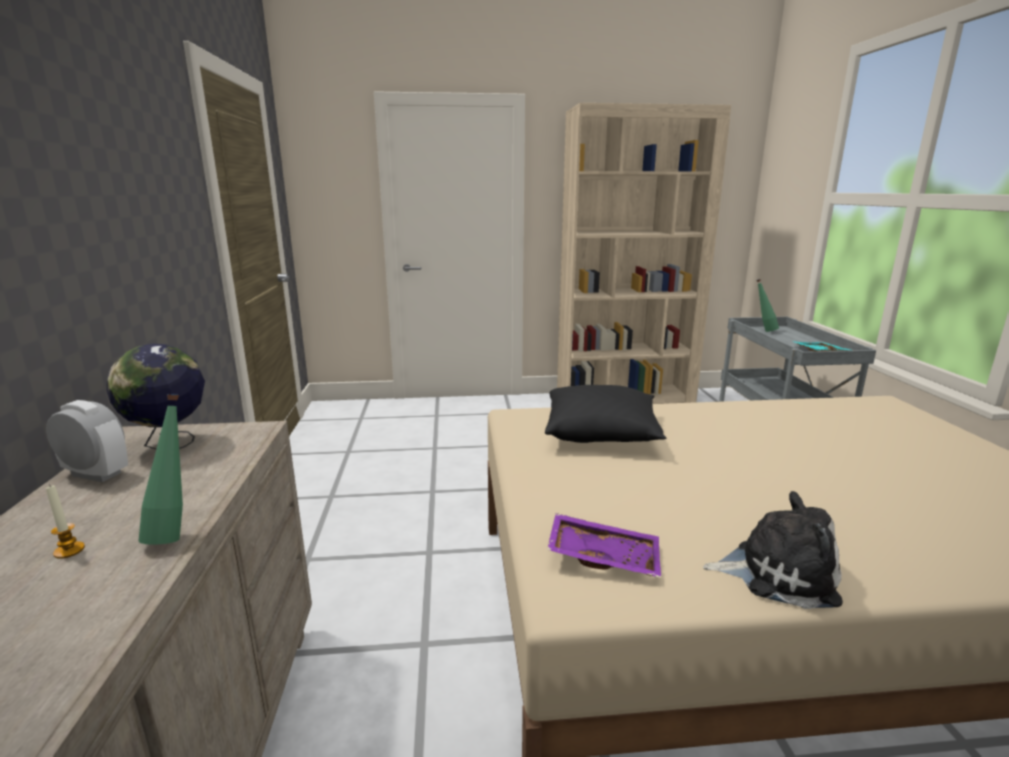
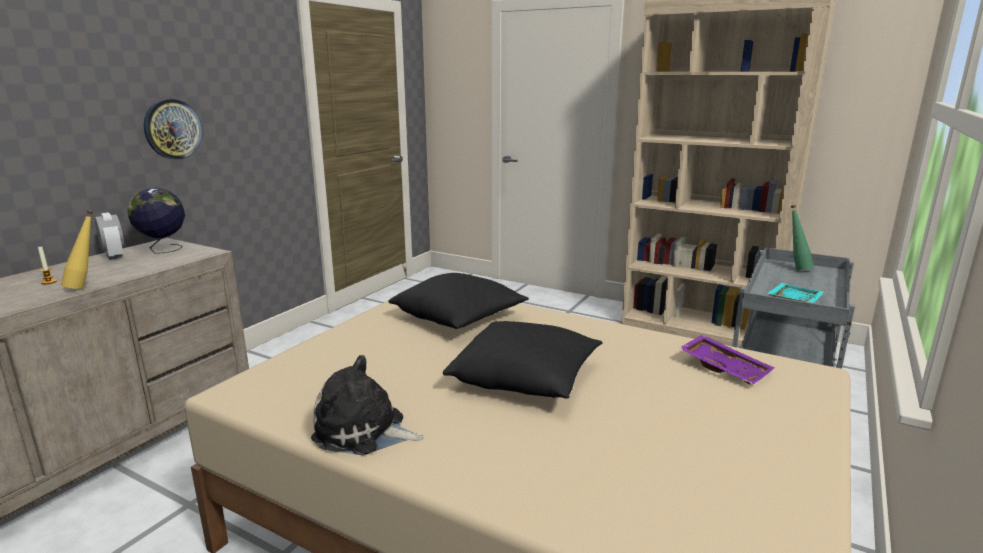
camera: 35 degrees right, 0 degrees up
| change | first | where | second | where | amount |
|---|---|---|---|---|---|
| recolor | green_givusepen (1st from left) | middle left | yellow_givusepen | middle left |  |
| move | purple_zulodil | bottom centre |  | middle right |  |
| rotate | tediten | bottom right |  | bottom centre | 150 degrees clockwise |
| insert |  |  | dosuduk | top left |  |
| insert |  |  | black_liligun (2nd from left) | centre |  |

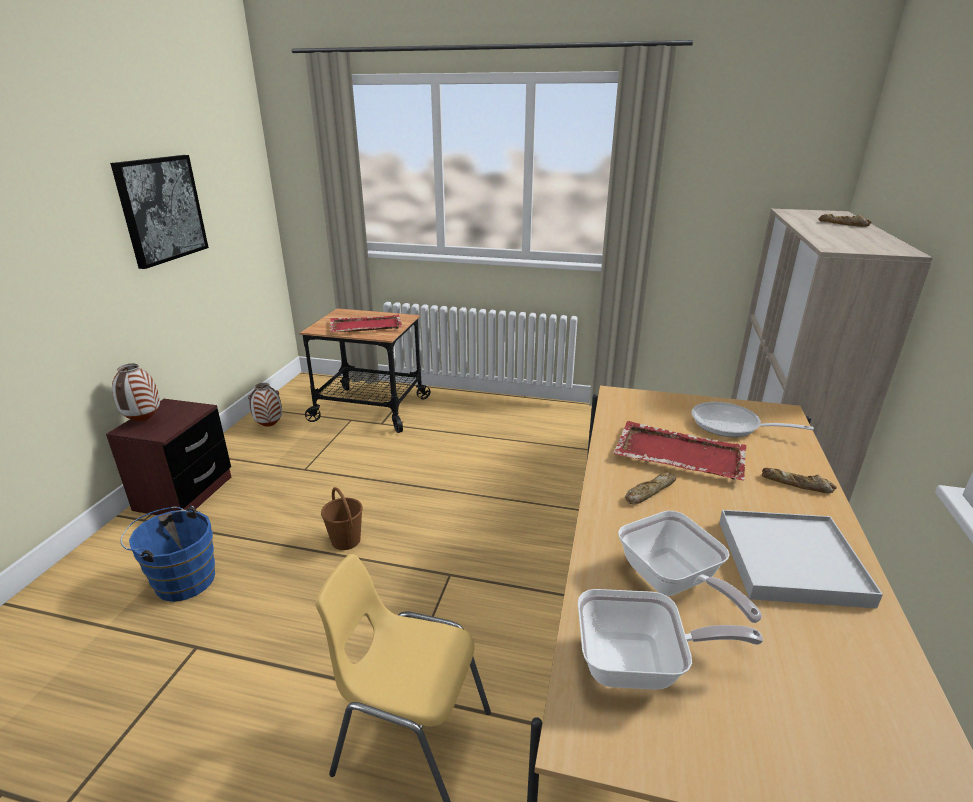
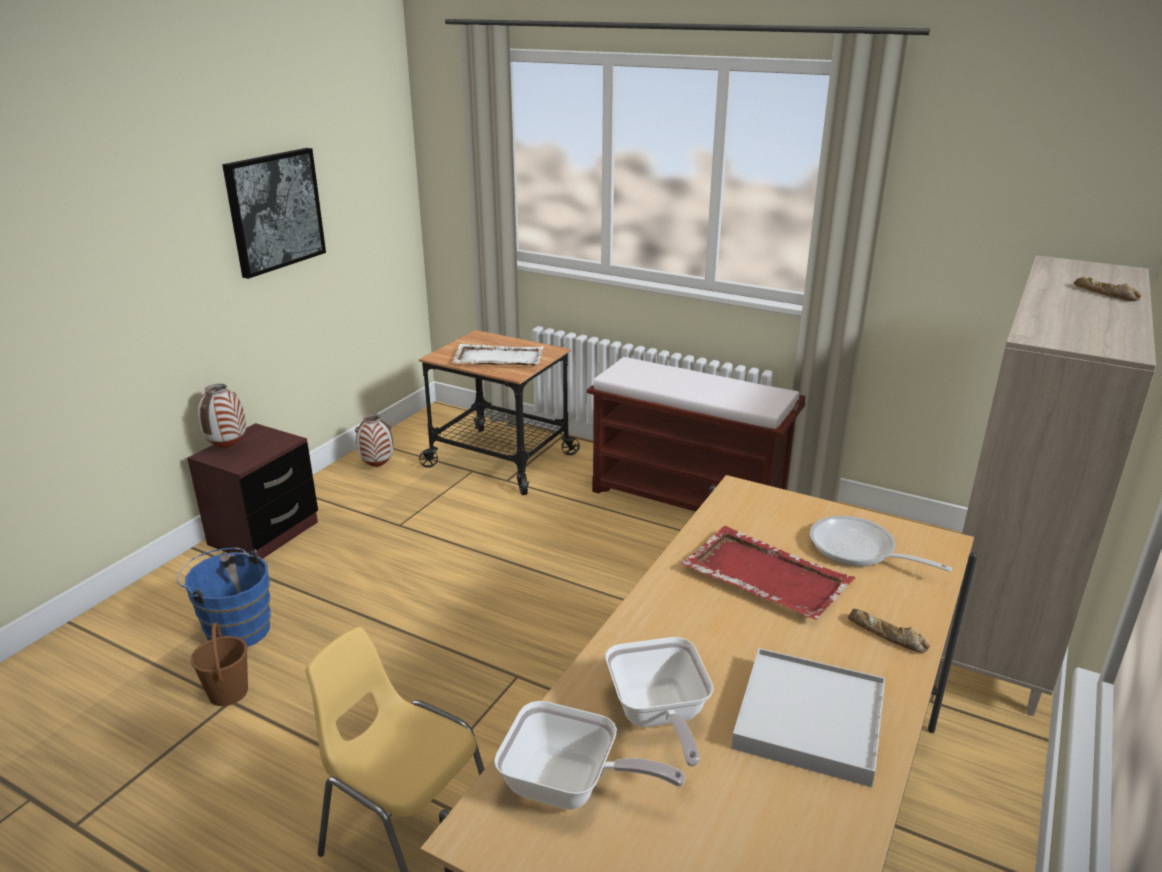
camera: 15 degrees right, 0 degrees up
| change | first | where | second | where | amount |
|---|---|---|---|---|---|
| move | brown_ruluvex | centre |  | bottom left |  |
| recolor | red_zulodil (1st from left) | centre | white_zulodil (1st from left) | centre |  |
| delete | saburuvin (1st from left) | middle right |  |  |  |
| insert |  |  | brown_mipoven | centre |  |

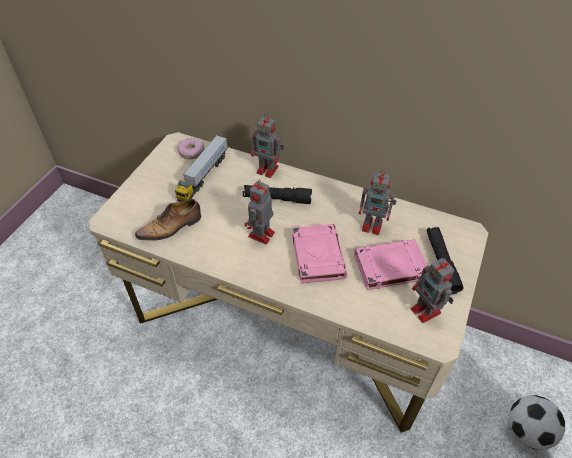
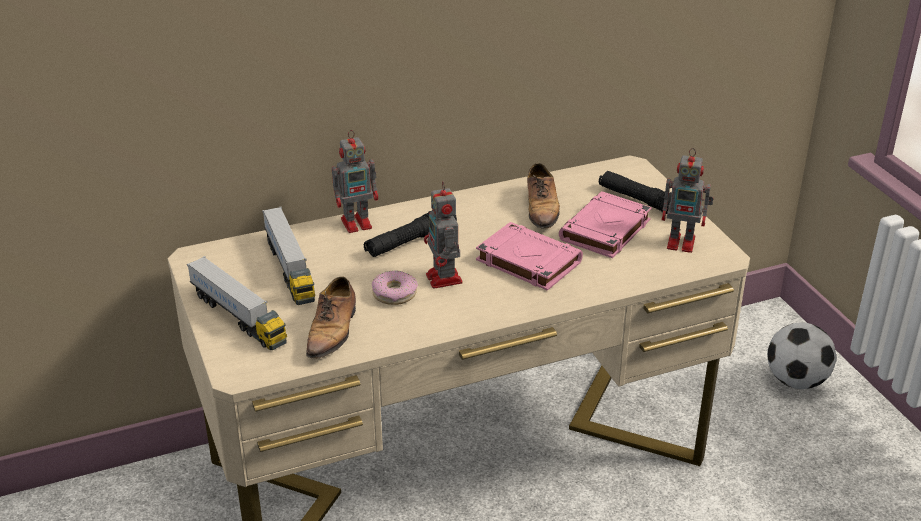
camera: 45 degrees left, 15 degrees down
| change | first | where | second | where | amount |
|---|---|---|---|---|---|
| move | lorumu | top left |  | centre |  |
| replace | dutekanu (3rd from left) | centre | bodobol (2nd from left) | centre |  |
| insert |  |  | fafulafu (1st from left) | middle left |  |

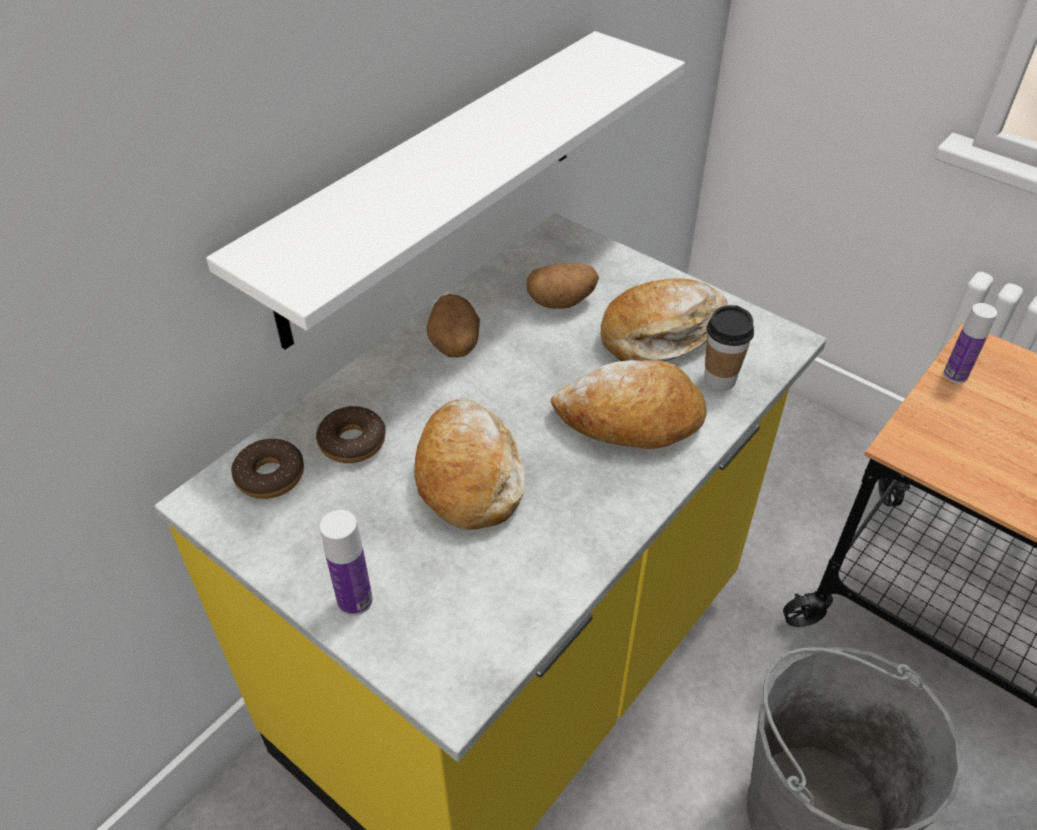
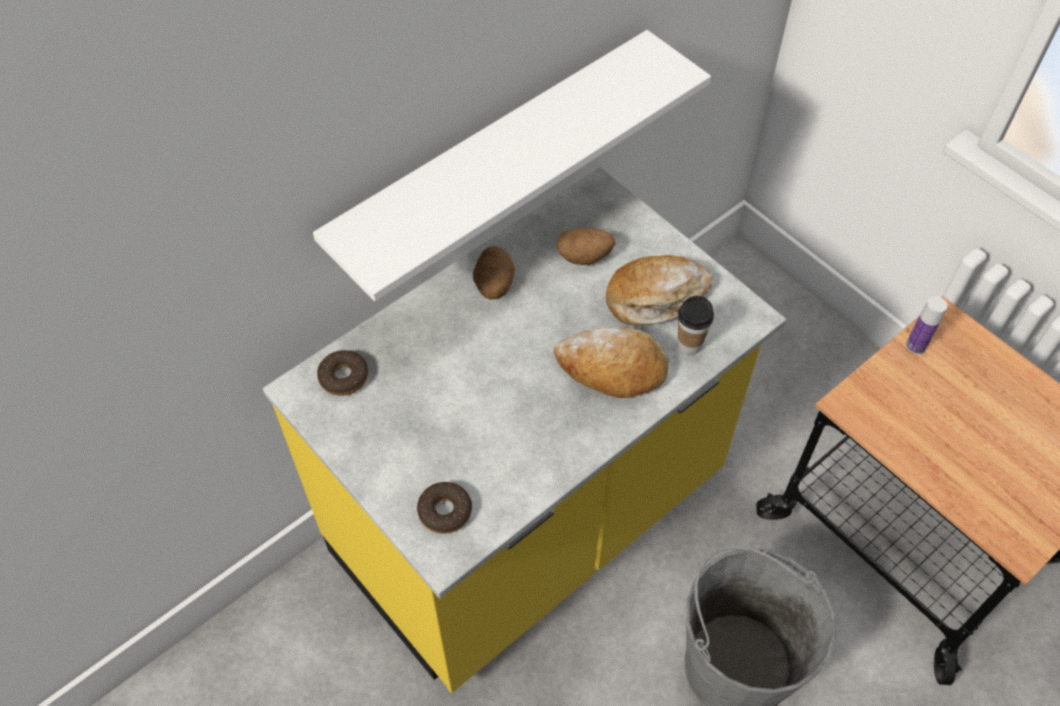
camera: 10 degrees right, 10 degrees up
| change | first | where | second | where | amount |
|---|---|---|---|---|---|
| move | lorumu (2nd from left) | centre |  | bottom centre |  |
| delete | givusepen (1st from left) | bottom centre |  |  |  |
| delete | saburuvin (1st from left) | centre |  |  |  |

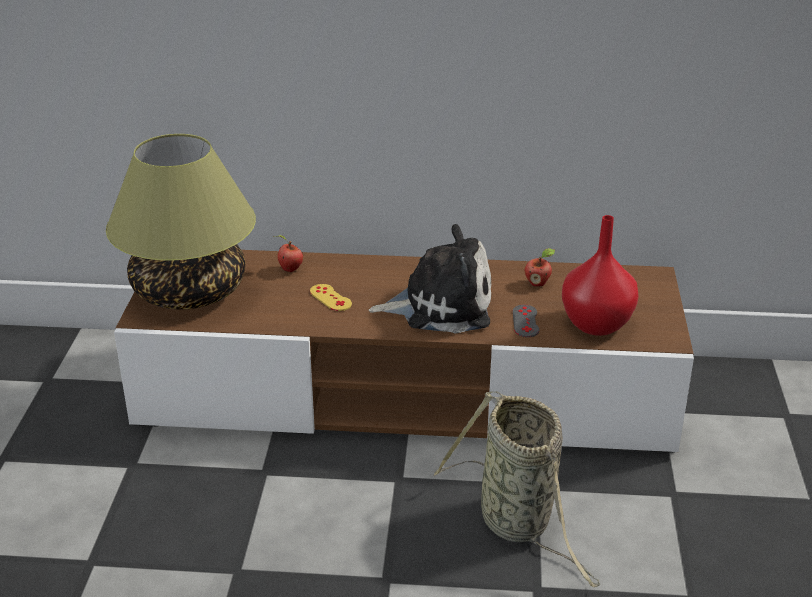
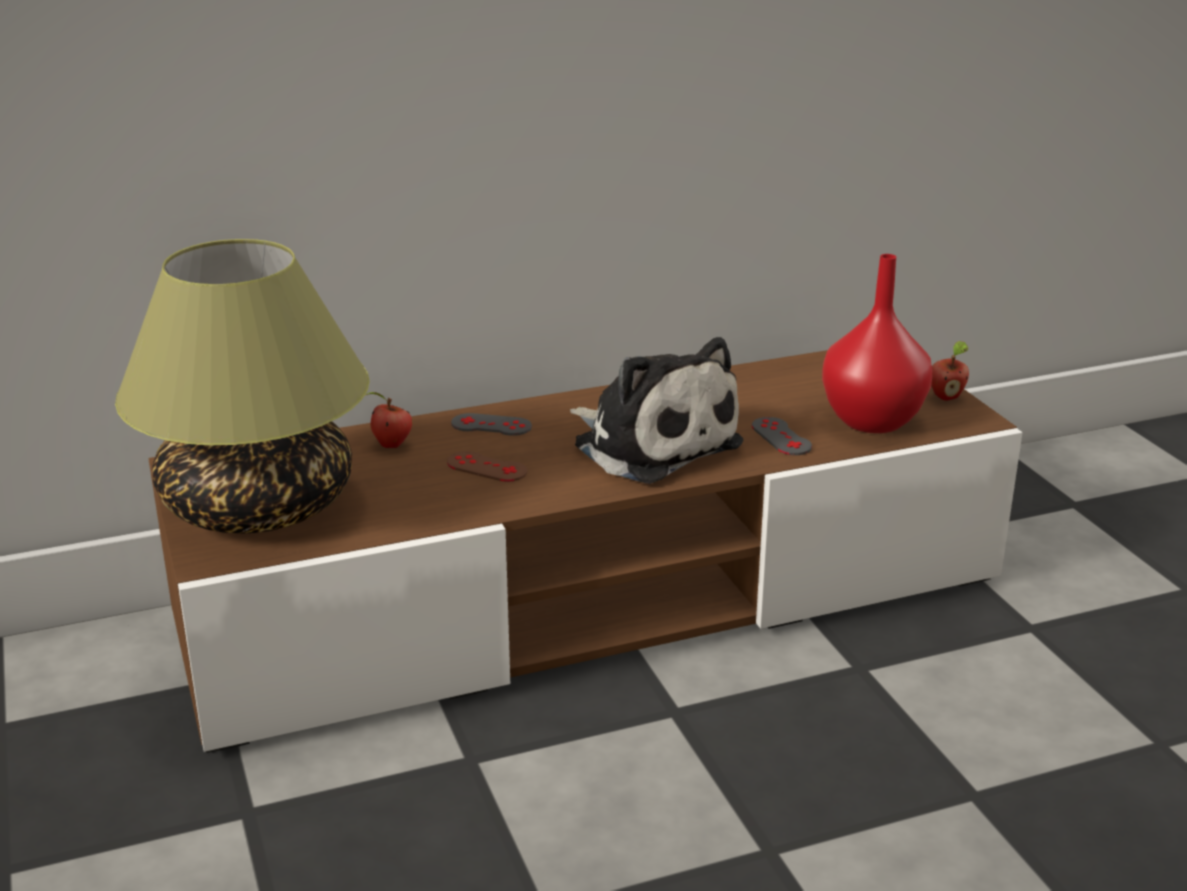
camera: 25 degrees left, 5 degrees down
| change | first | where | second | where | amount |
|---|---|---|---|---|---|
| recolor | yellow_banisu | centre | brown_banisu | centre |  |
| rotate | tediten | centre |  | centre | 75 degrees clockwise |
| delete | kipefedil | bottom centre |  |  |  |
| move | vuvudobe (2nd from left) | centre |  | middle right |  |
| insert |  |  | grey_banisu (1st from left) | centre |  |

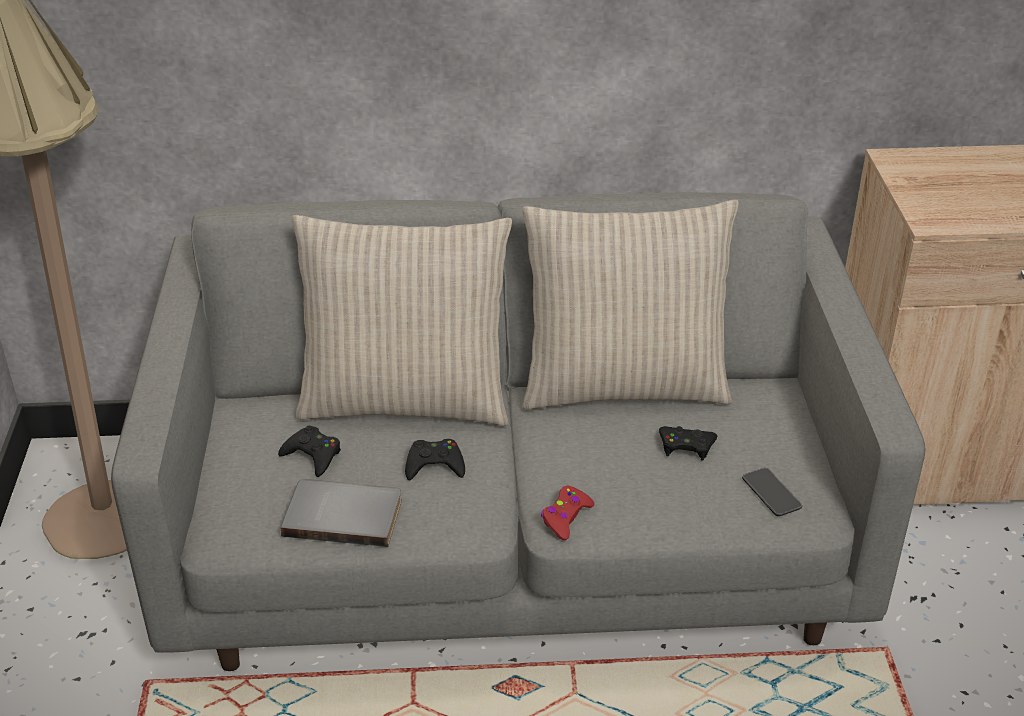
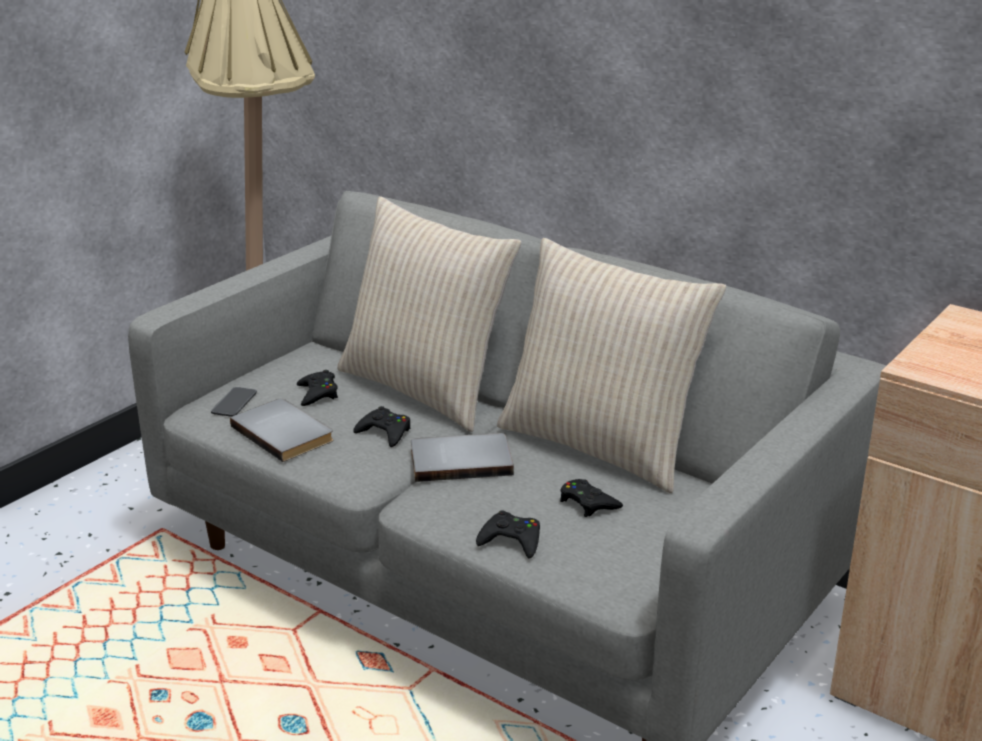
camera: 40 degrees right, 10 degrees down
| change | first | where | second | where | amount |
|---|---|---|---|---|---|
| delete | red_banisu | bottom centre |  |  |  |
| move | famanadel | bottom right |  | middle left |  |
| insert |  |  | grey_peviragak (2nd from left) | centre |  |
| insert |  |  | black_banisu (3rd from left) | bottom centre |  |

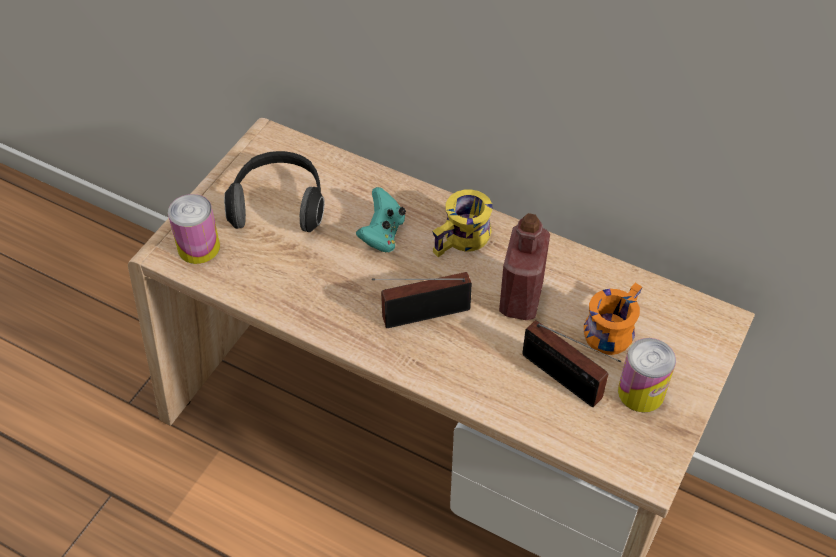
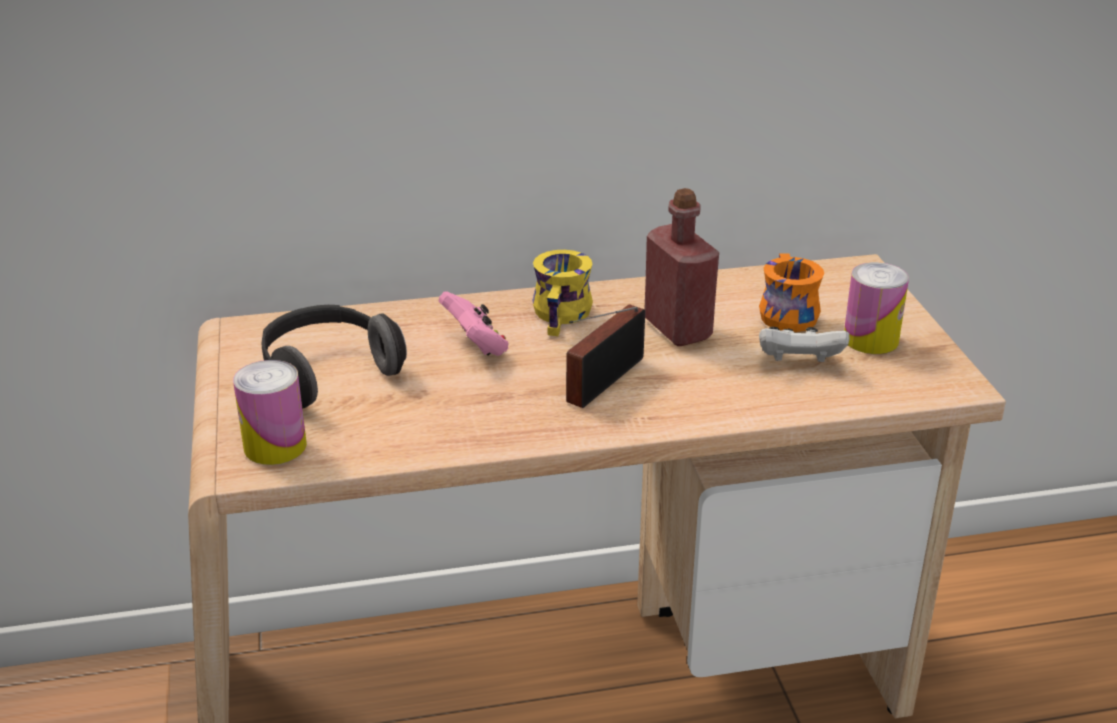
camera: 40 degrees left, 20 degrees down
| change | first | where | second | where | amount |
|---|---|---|---|---|---|
| recolor | turquoise_banisu | centre | pink_banisu | centre |  |
| replace | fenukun (2nd from left) | middle right | white_banisu | middle right |  |

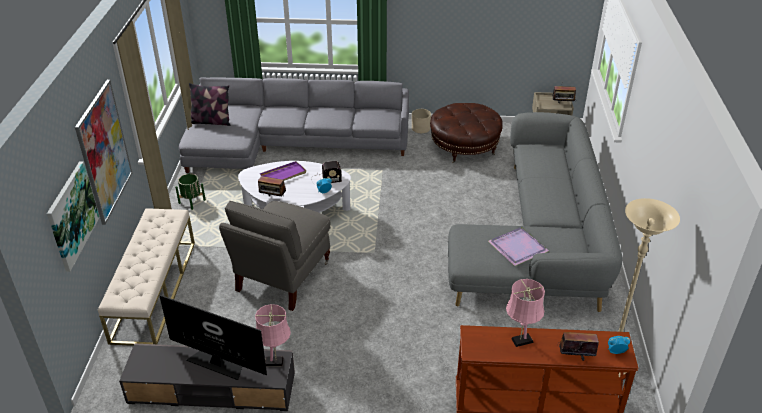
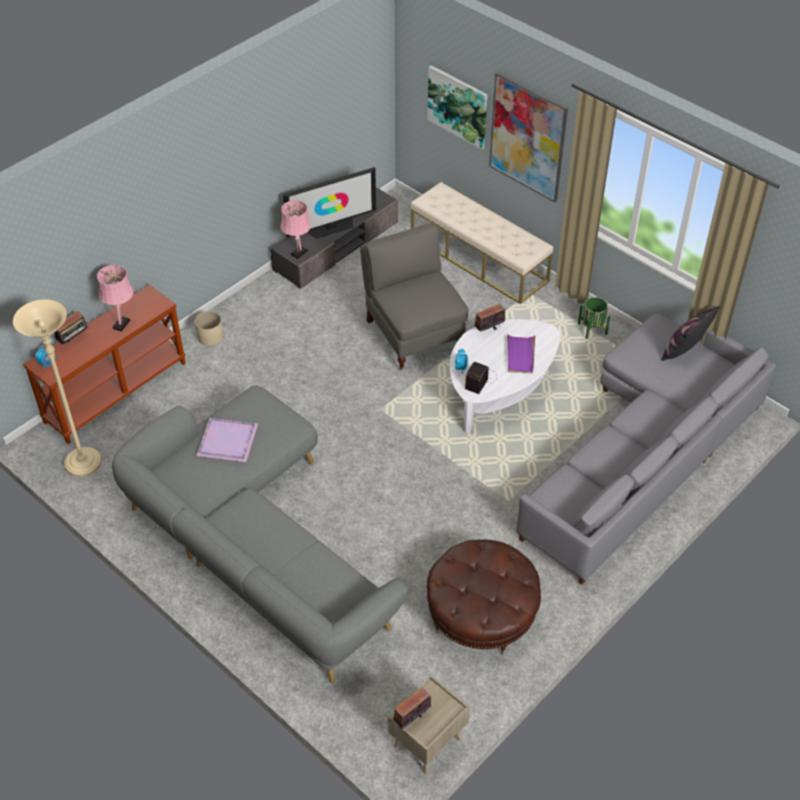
camera: 130 degrees right, 10 degrees up
| change | first | where | second | where | amount |
|---|---|---|---|---|---|
| move | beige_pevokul | top centre |  | middle left |  |

